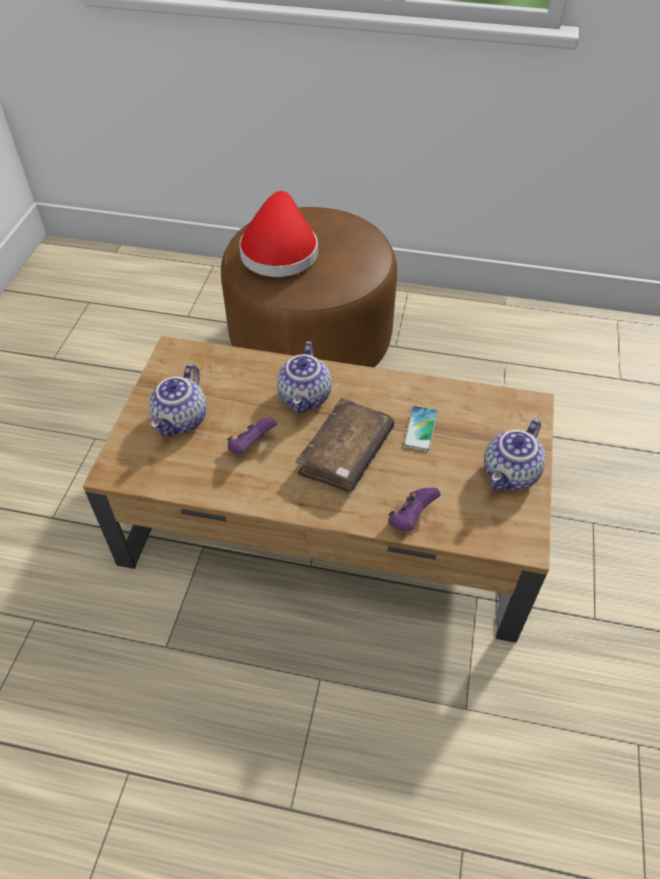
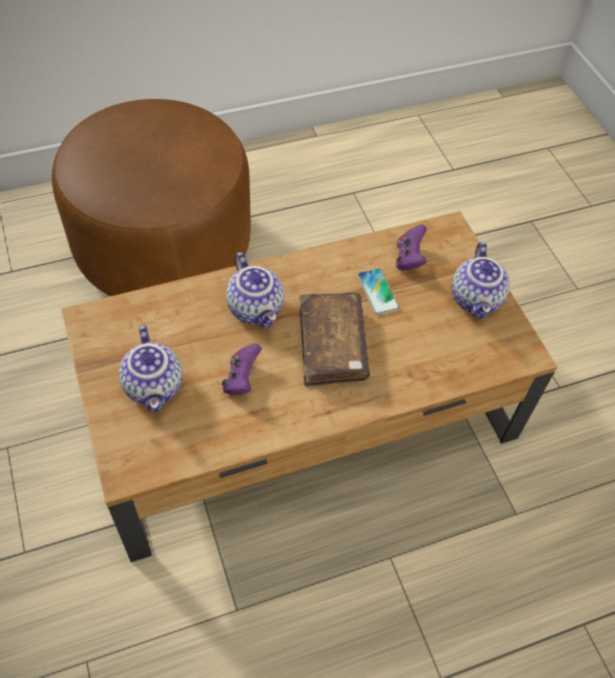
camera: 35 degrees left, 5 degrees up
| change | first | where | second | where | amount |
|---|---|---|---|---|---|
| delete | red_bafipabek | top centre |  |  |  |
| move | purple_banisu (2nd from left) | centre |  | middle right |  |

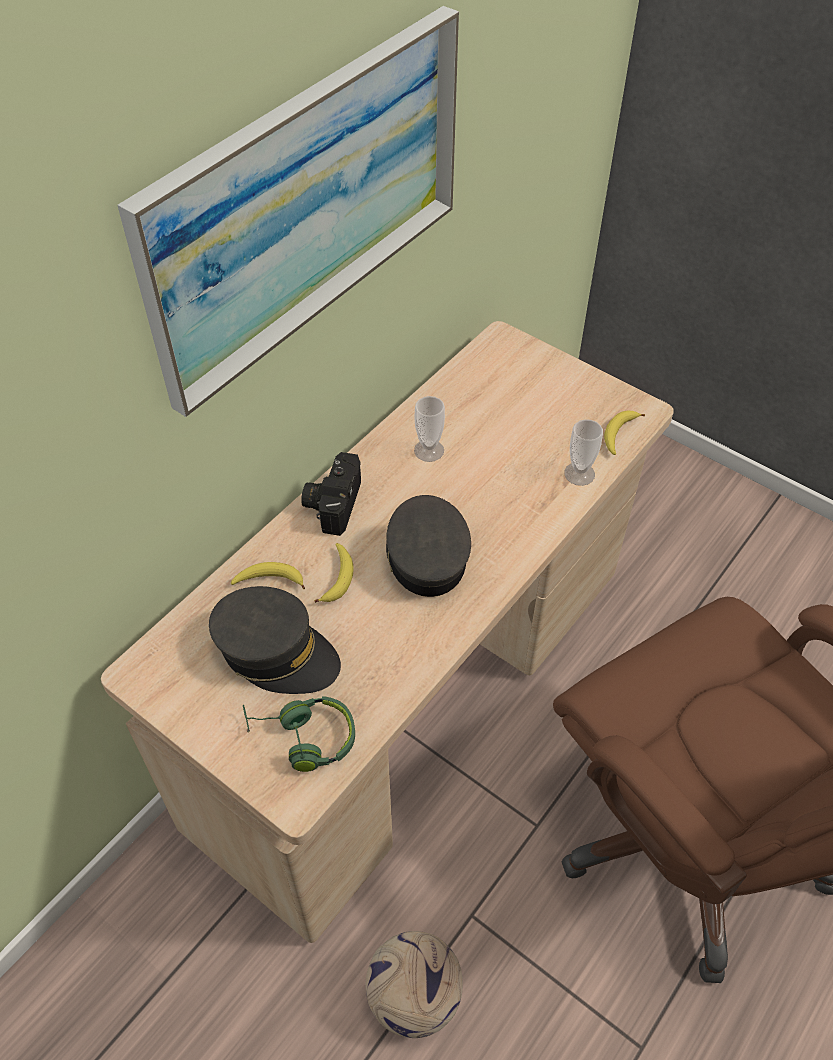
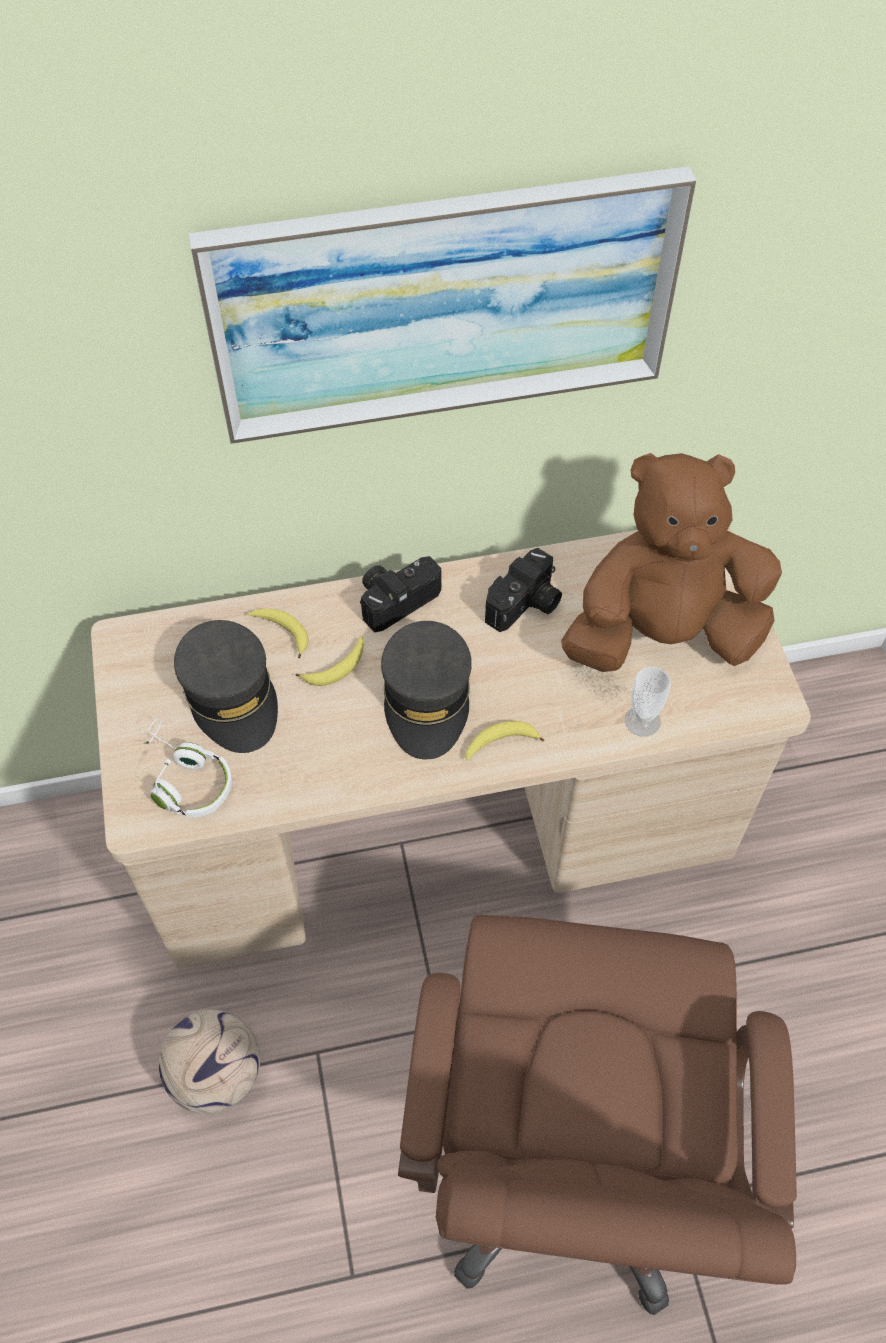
camera: 40 degrees right, 5 degrees up
| change | first | where | second | where | amount |
|---|---|---|---|---|---|
| recolor | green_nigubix | bottom centre | white_nigubix | middle left |  |
| rotate | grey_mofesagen (2nd from left) | centre |  | centre | 150 degrees clockwise |
| replace | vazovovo (1st from left) | centre | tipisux (2nd from left) | centre |  |
| move | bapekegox (3rd from left) | middle right |  | centre |  |
| insert |  |  | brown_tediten | middle right |  |

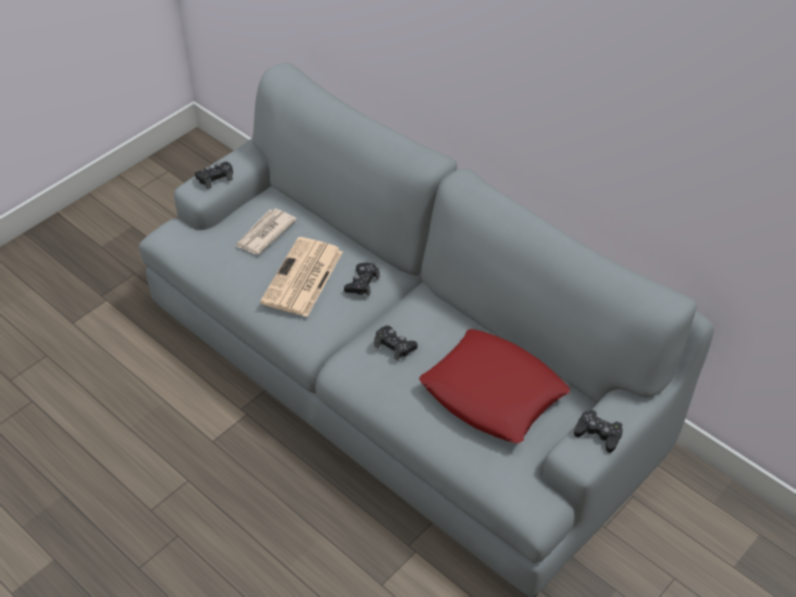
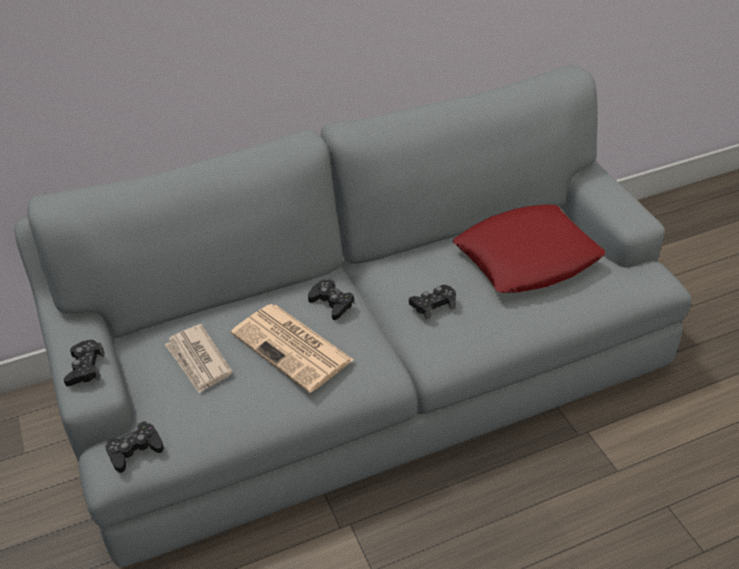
camera: 65 degrees left, 5 degrees down
| change | first | where | second | where | amount |
|---|---|---|---|---|---|
| move | black_banisu (4th from left in the first image) | bottom right | black_banisu (2nd from left) | bottom left |  |

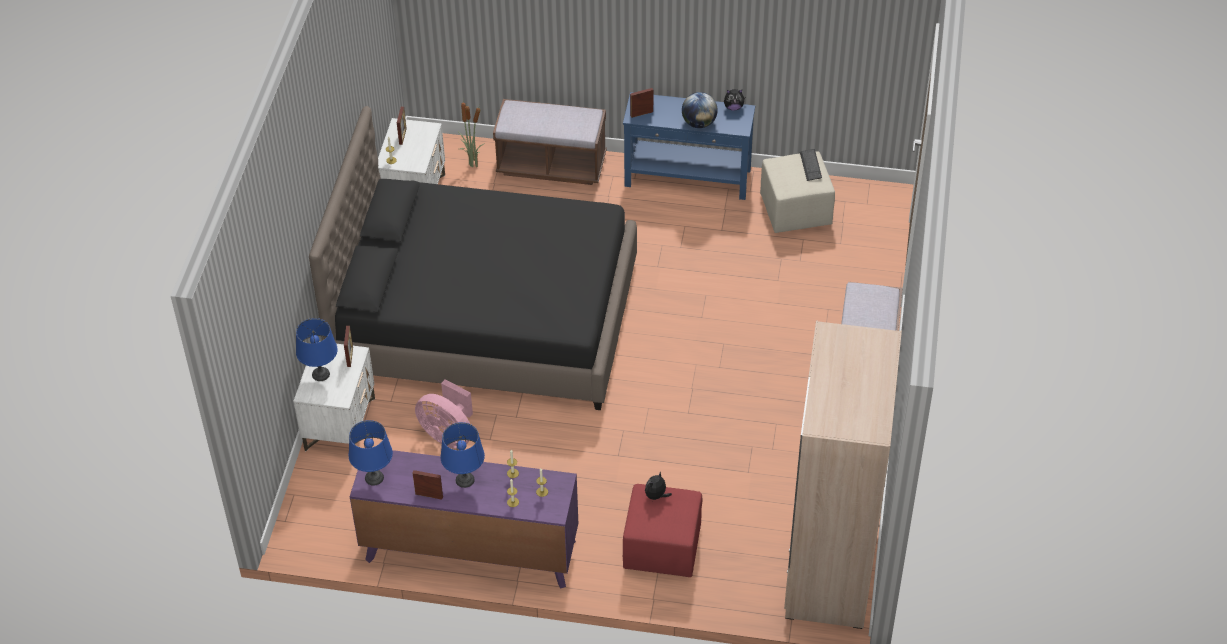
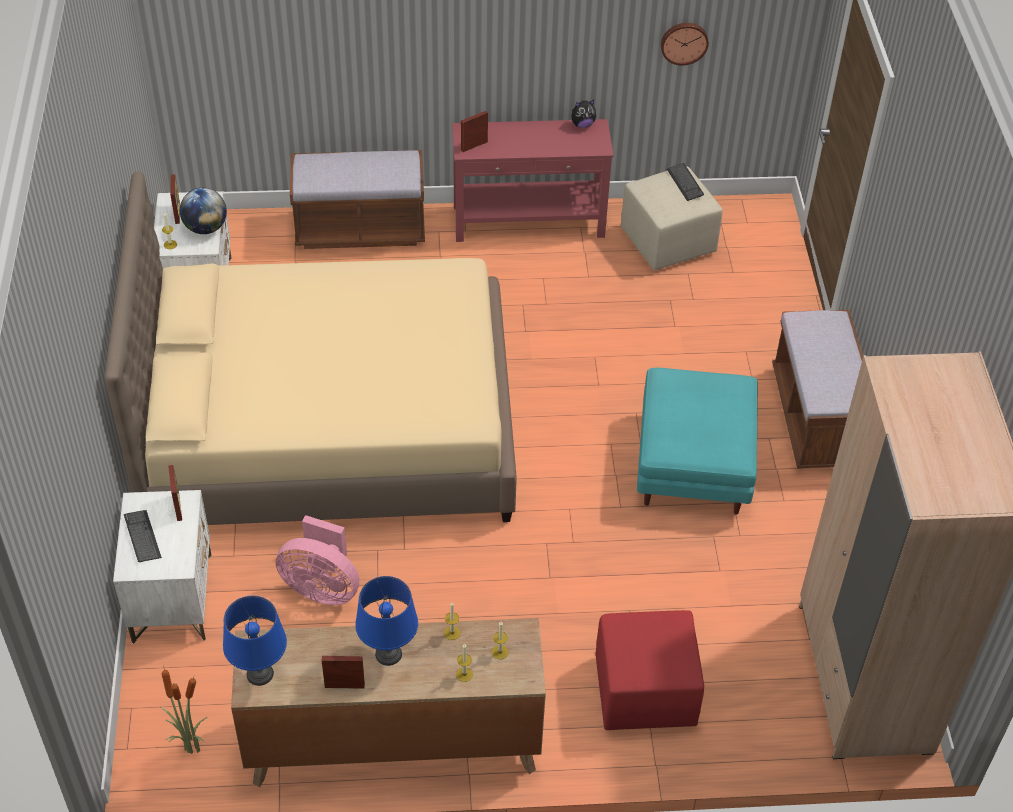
camera: 15 degrees left, 0 degrees up
| change | first | where | second | where | amount |
|---|---|---|---|---|---|
| replace | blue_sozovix (1st from left) | middle left | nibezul (1st from left) | middle left |  |
| recolor | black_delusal | centre | beige_delusal | middle left |  |
| recolor | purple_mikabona | bottom centre | brown_mikabona | bottom centre |  |
| move | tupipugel | top centre |  | bottom left |  |
| recolor | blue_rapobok | top centre | red_rapobok | top centre |  |
| delete | tediten (1st from left) | bottom centre |  |  |  |
| move | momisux | top centre |  | top left |  |
| insert |  |  | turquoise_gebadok | middle right |  |
| insert |  |  | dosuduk | top right |  |

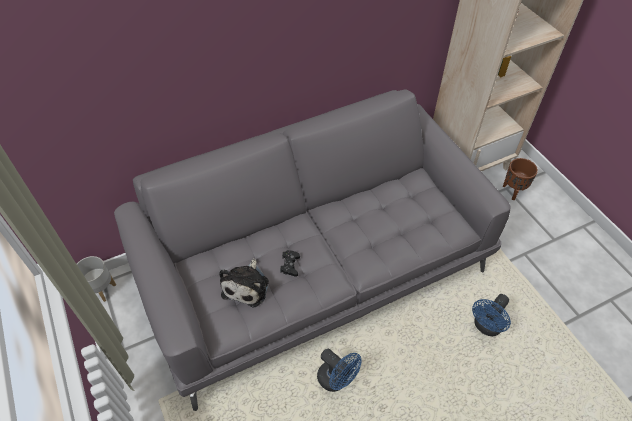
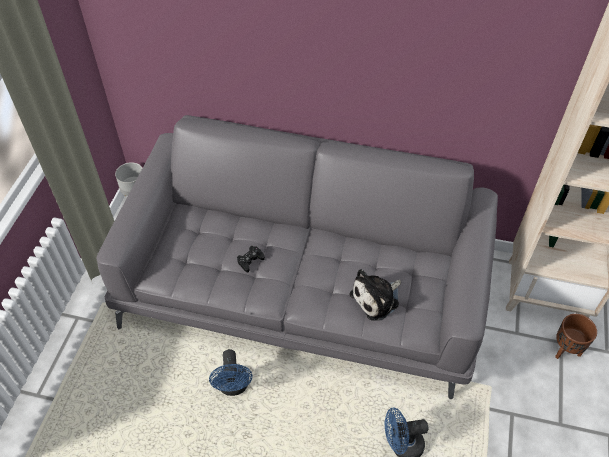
camera: 40 degrees right, 0 degrees up
| change | first | where | second | where | amount |
|---|---|---|---|---|---|
| move | tediten | bottom centre |  | centre |  |

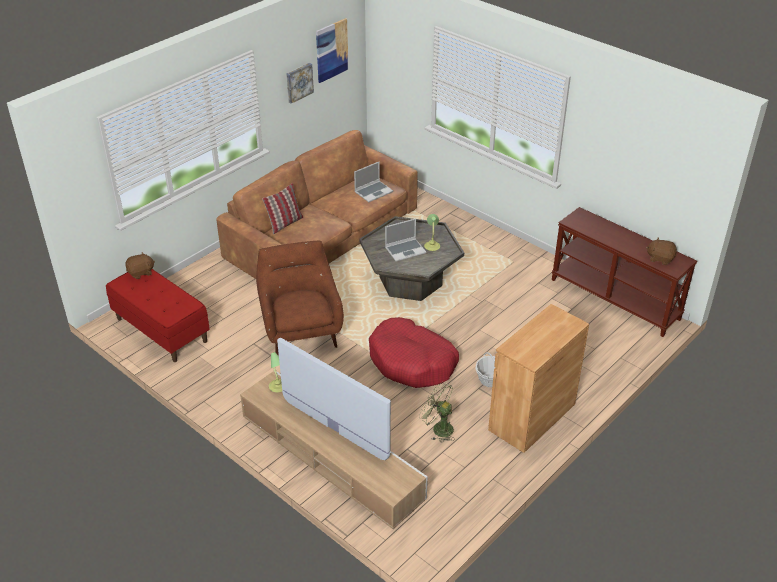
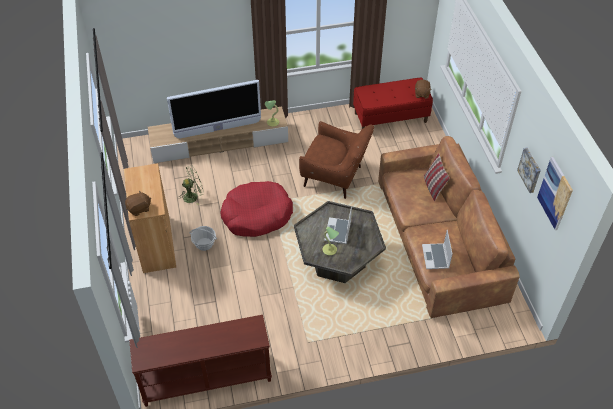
camera: 125 degrees right, 10 degrees up
| change | first | where | second | where | amount |
|---|---|---|---|---|---|
| move | brown_tediten (2nd from left in the first image) | middle right | brown_tediten (1st from left) | middle left |  |

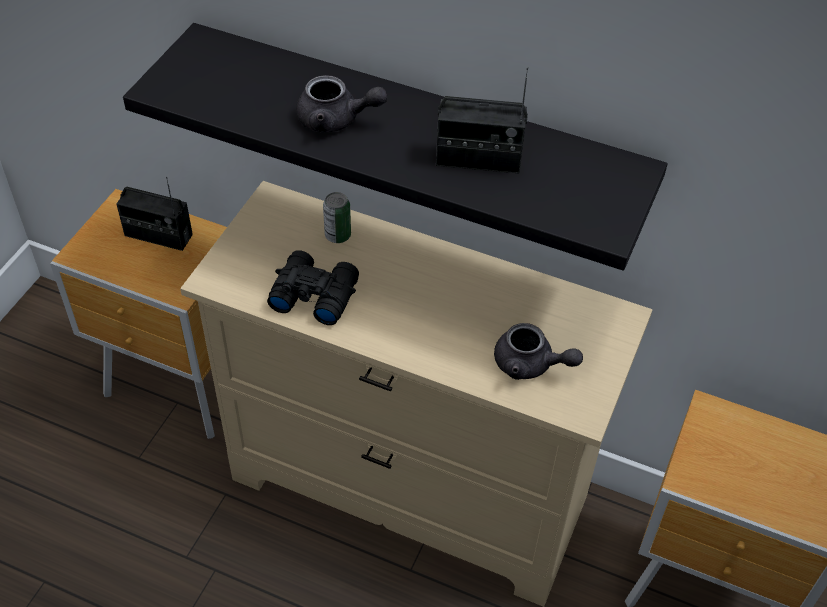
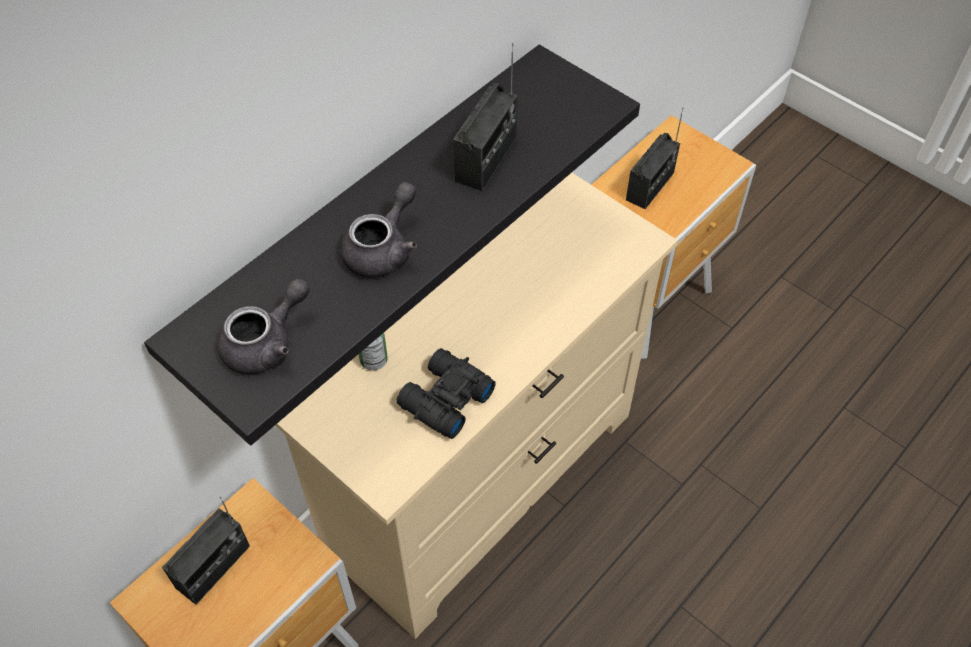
camera: 70 degrees left, 5 degrees up
| change | first | where | second | where | amount |
|---|---|---|---|---|---|
| move | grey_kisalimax (2nd from left in the first image) | centre | grey_kisalimax (1st from left) | middle left |  |
| insert |  |  | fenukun (3rd from left) | top right |  |

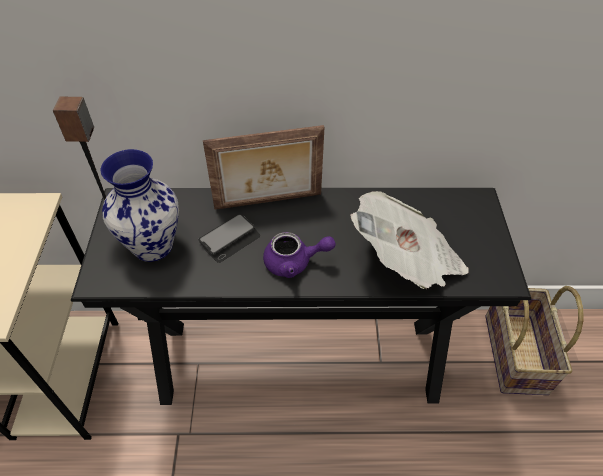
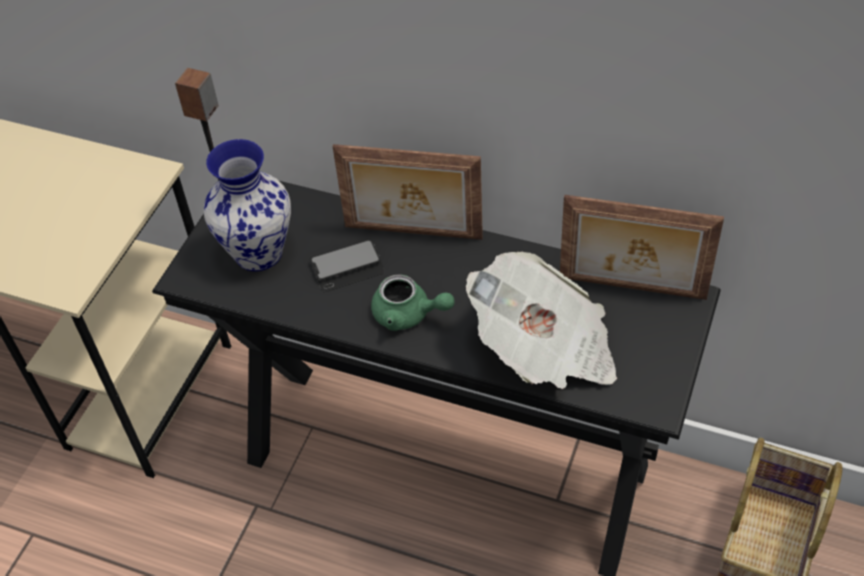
camera: 25 degrees right, 0 degrees up
| change | first | where | second | where | amount |
|---|---|---|---|---|---|
| recolor | purple_kisalimax | centre | green_kisalimax | centre |  |
| insert |  |  | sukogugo (2nd from left) | middle right |  |

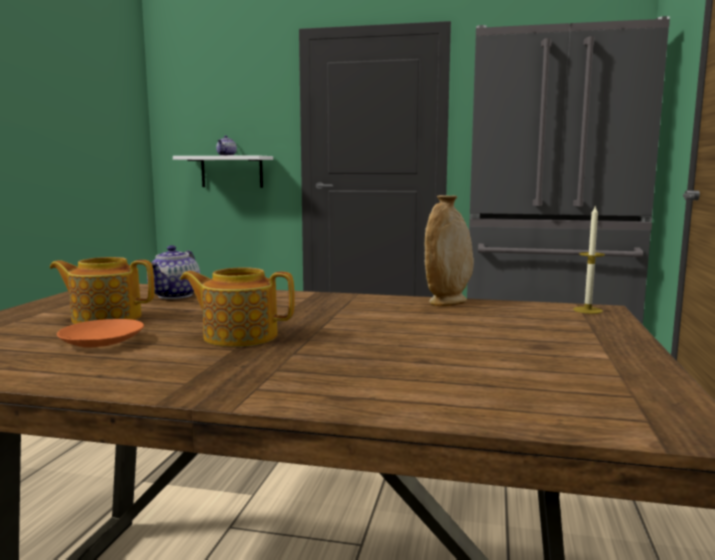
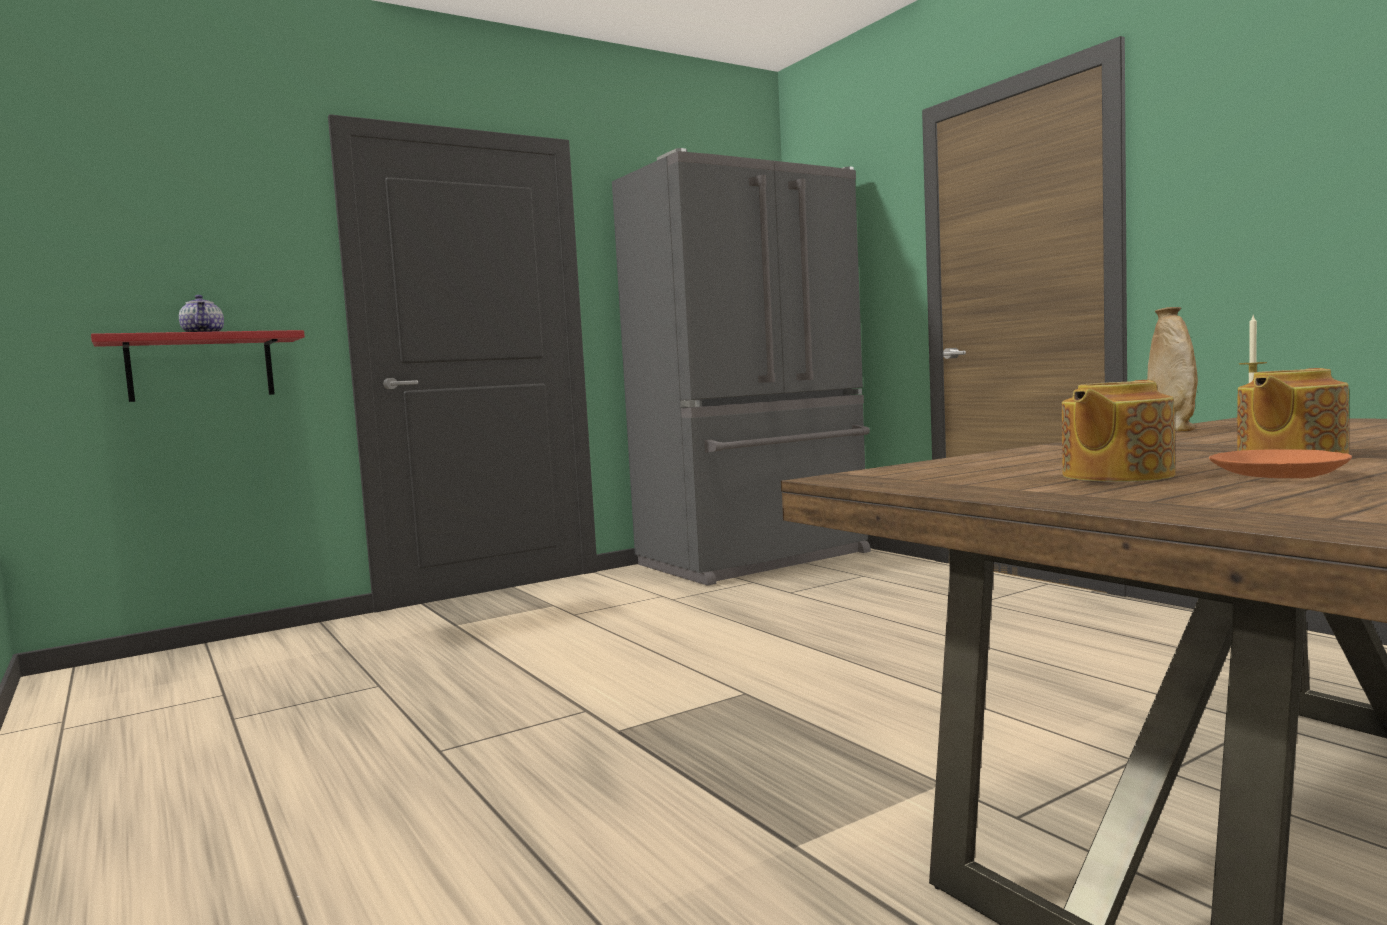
camera: 45 degrees left, 5 degrees down
| change | first | where | second | where | amount |
|---|---|---|---|---|---|
| delete | kisalimax (2nd from left) | middle left |  |  |  |
| recolor | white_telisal | top left | red_telisal | middle left |  |

